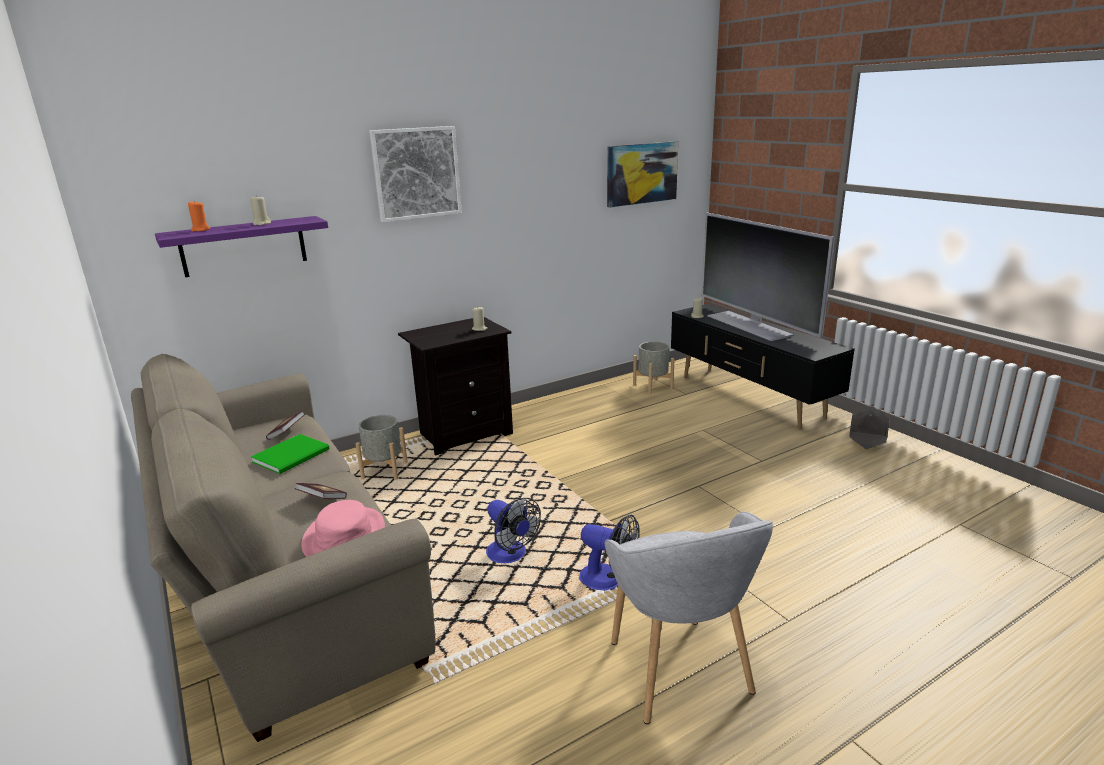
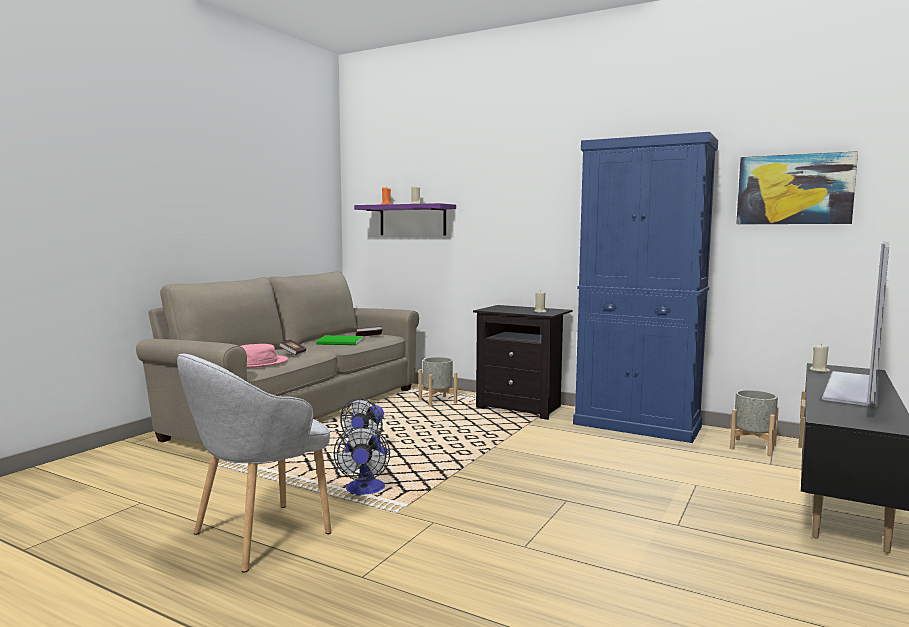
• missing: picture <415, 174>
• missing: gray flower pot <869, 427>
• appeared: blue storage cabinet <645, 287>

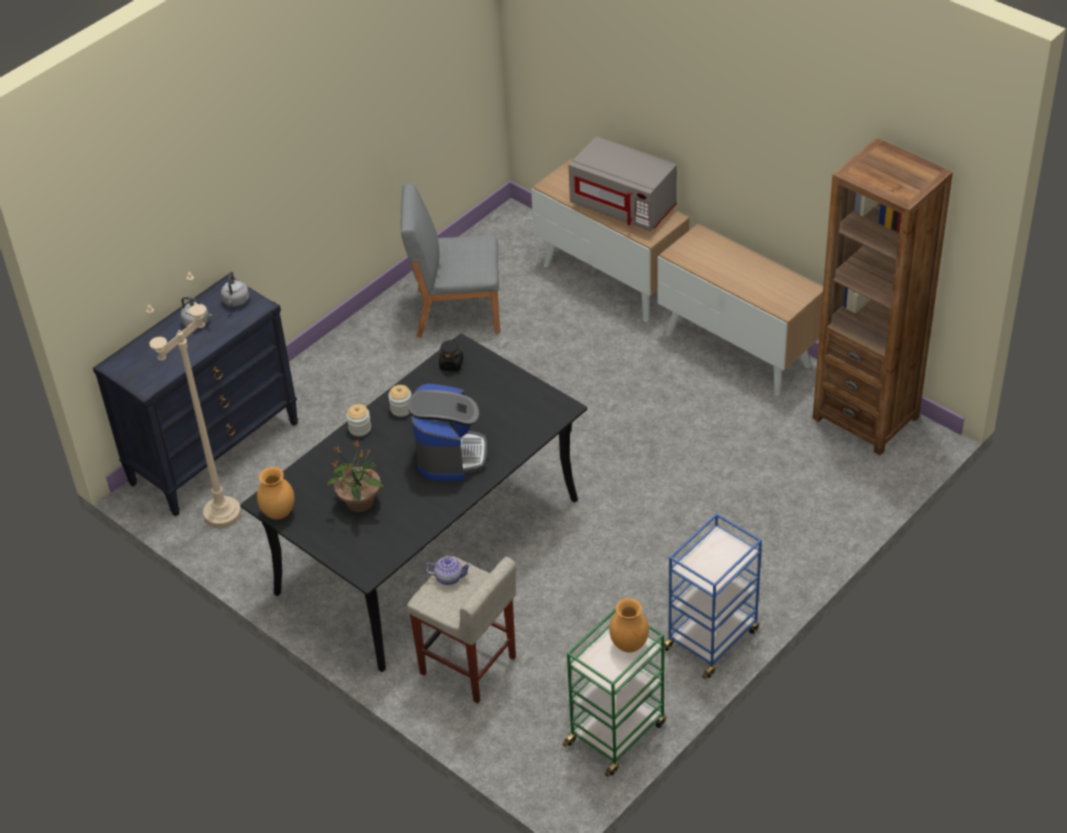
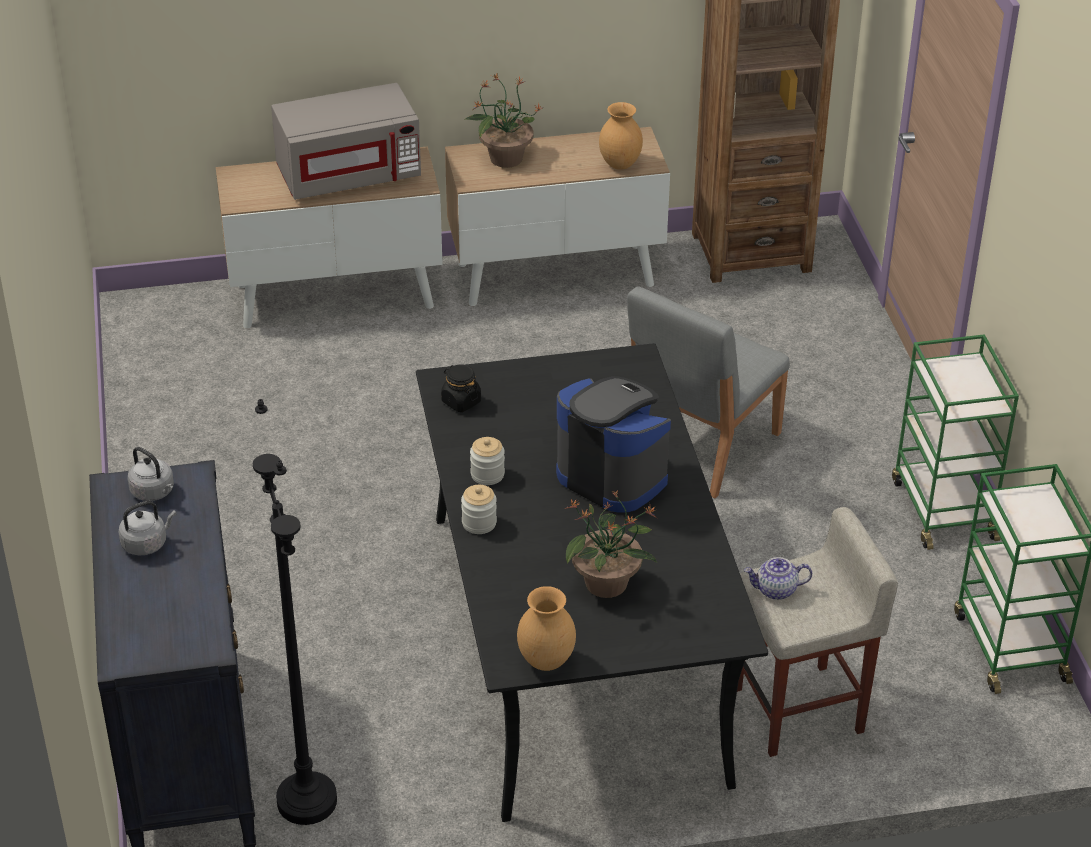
• appeared: houseplant <503, 121>
• relocated: gray plain chair <450, 261> to <708, 392>
• relocated: brownish decorative vase <629, 625> to <621, 136>
• colour: beige standing lamp <193, 400> to black-coloured standing lamp <295, 612>
• colour: blue trolley <713, 596> to greenish trolley <955, 442>
• spun: tea pot <448, 570> = <778, 578> 135 degrees counterclockwise

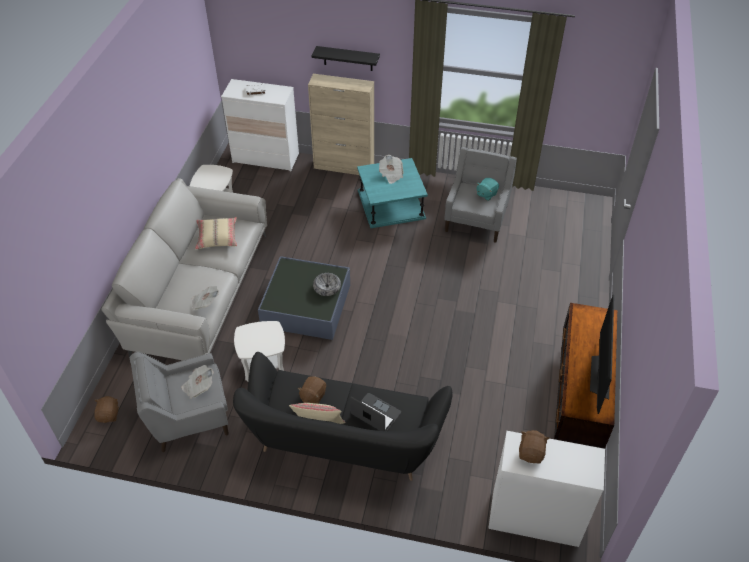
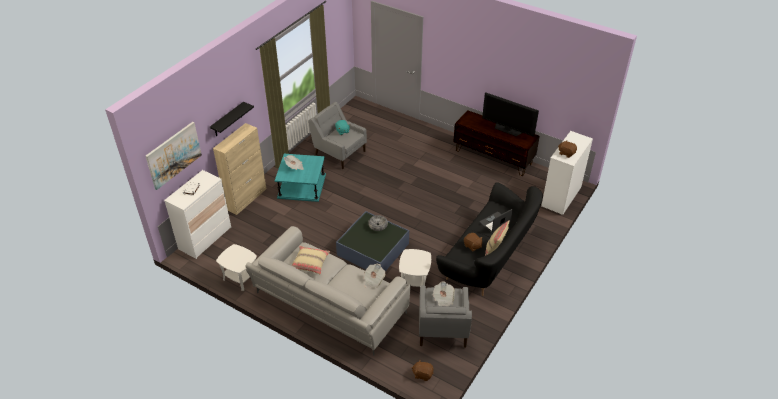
• appeared: picture <174, 156>

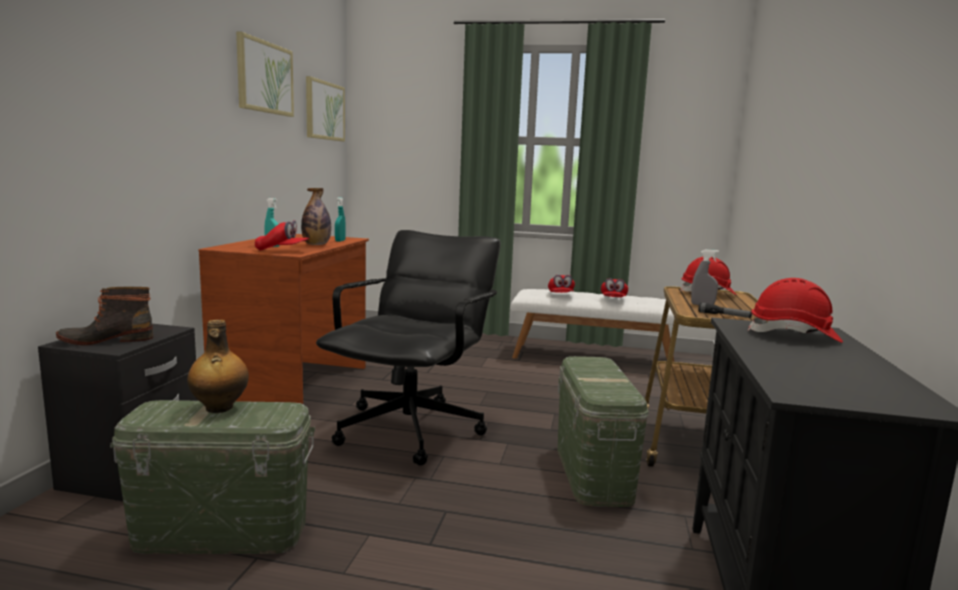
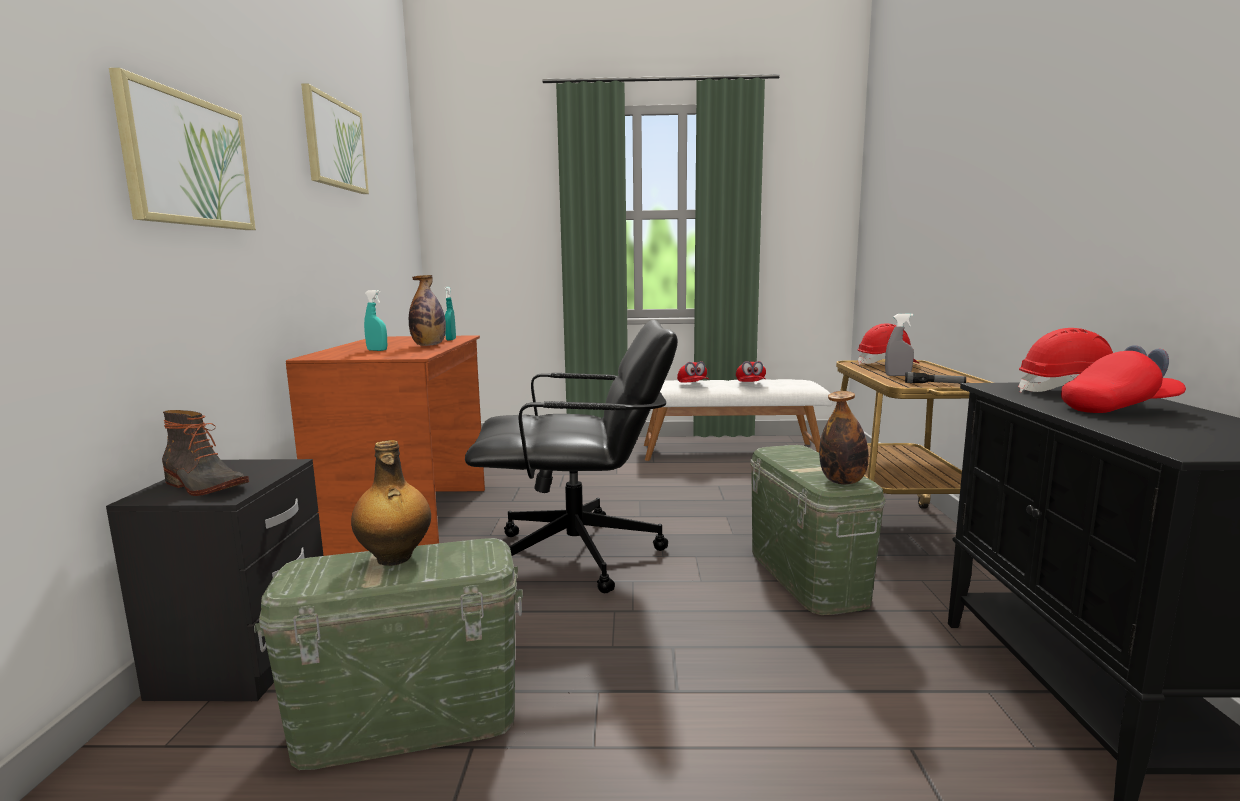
• appeared: bottle <844, 437>
• relocated: red-coloured baseball cap <282, 235> to <1123, 379>
• relocated: picture <325, 109> to <182, 149>
• spun: tall boot <104, 316> = <205, 453> 120 degrees counterclockwise
• spun: black-coloured desk chair <408, 348> = <571, 456> 75 degrees clockwise

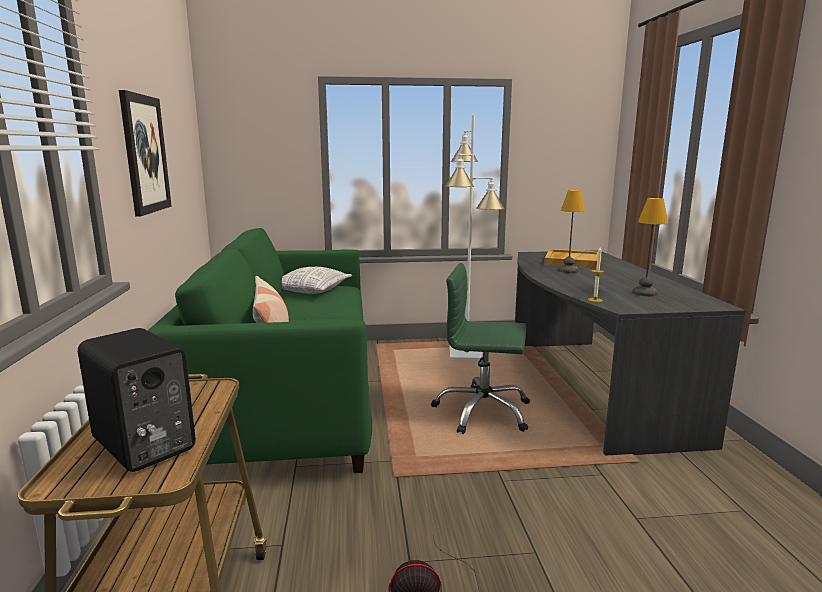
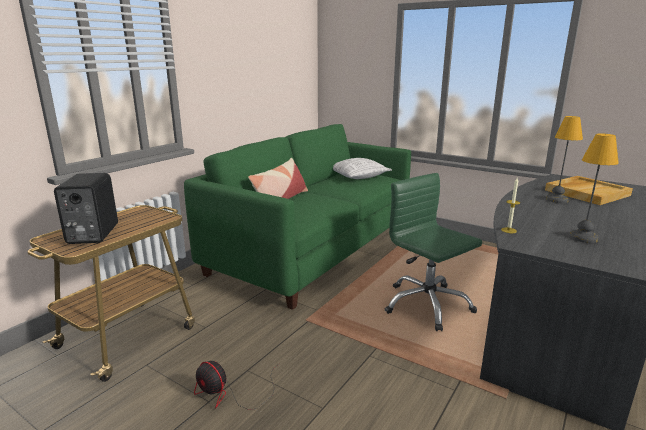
• missing: picture <145, 153>
• missing: white-coloured standing lamp <475, 238>

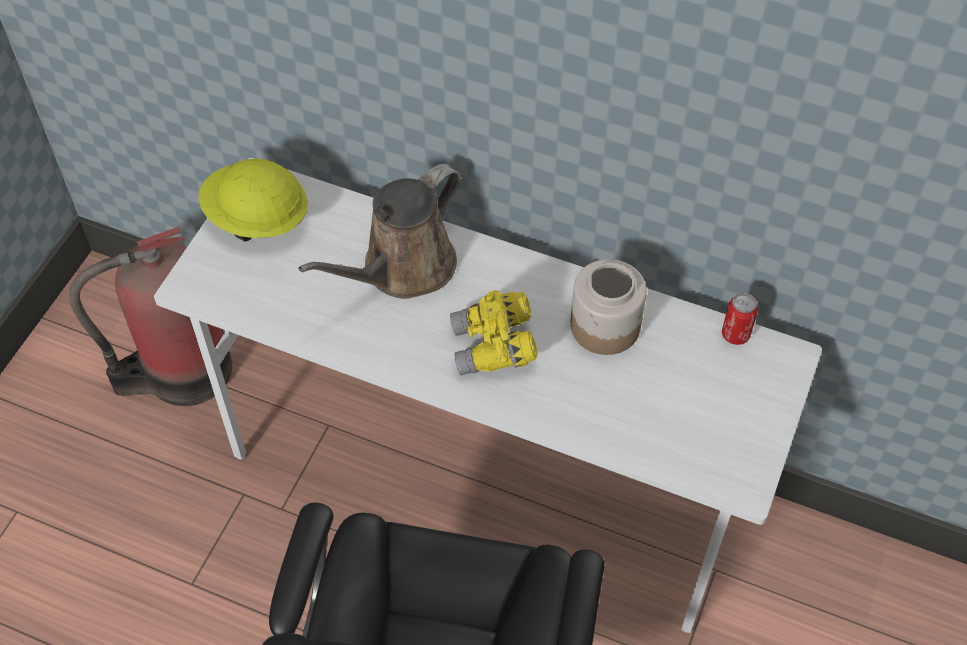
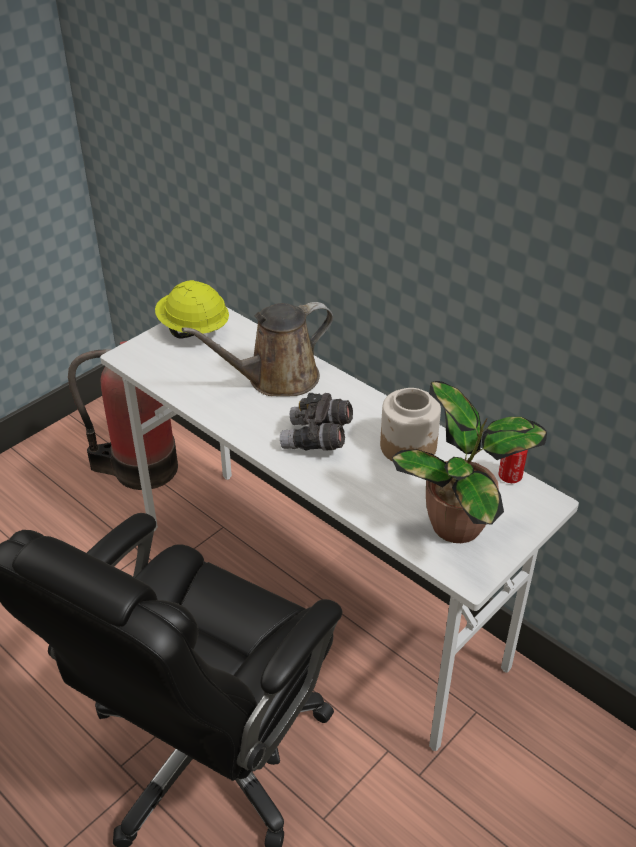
• appeared: houseplant <469, 462>
• colour: yellow-coloured pair of binoculars <494, 332> to gray pair of binoculars <316, 422>

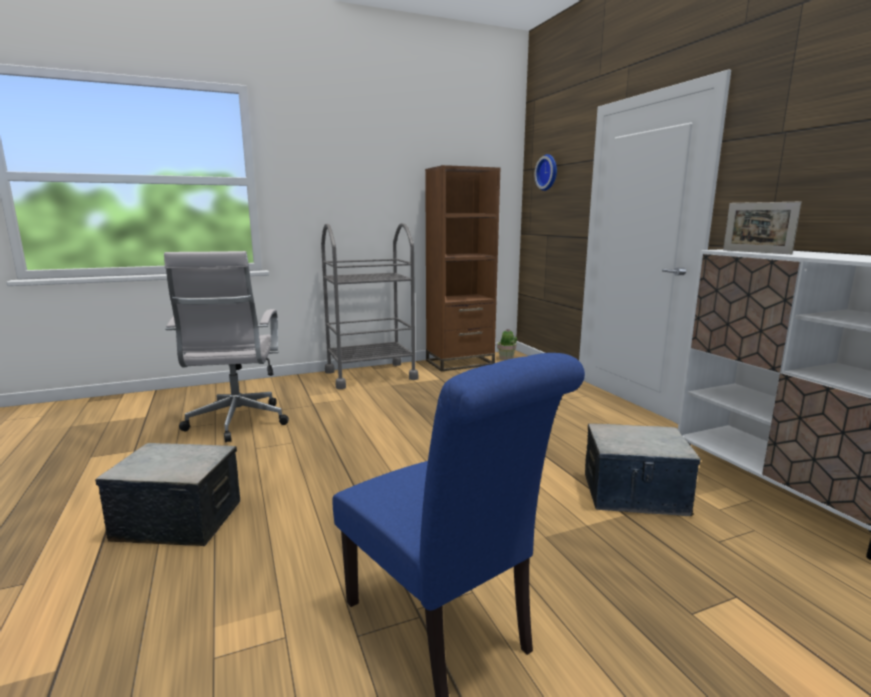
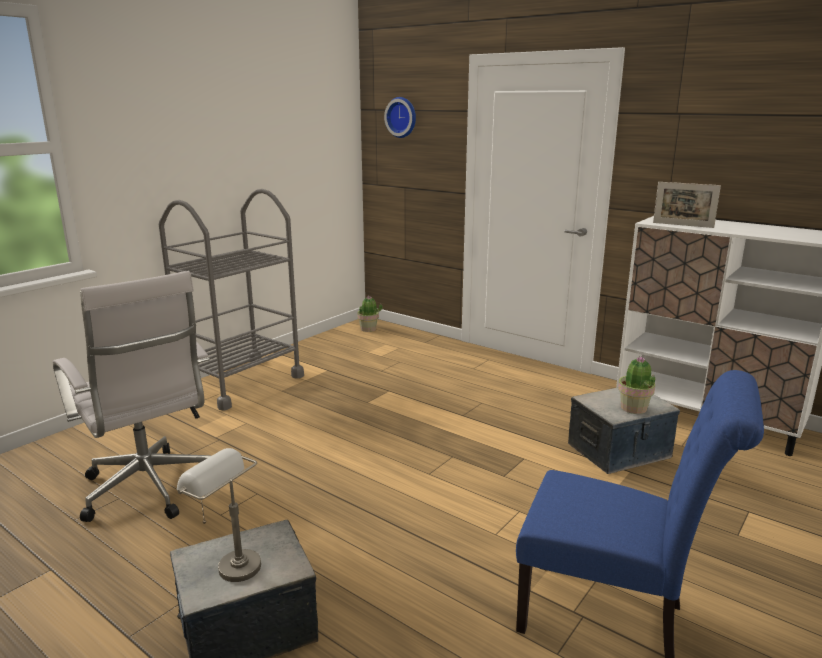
• missing: brownish bookcase <462, 268>
• appeared: gray table lamp <219, 515>
• appeared: houseplant <636, 385>

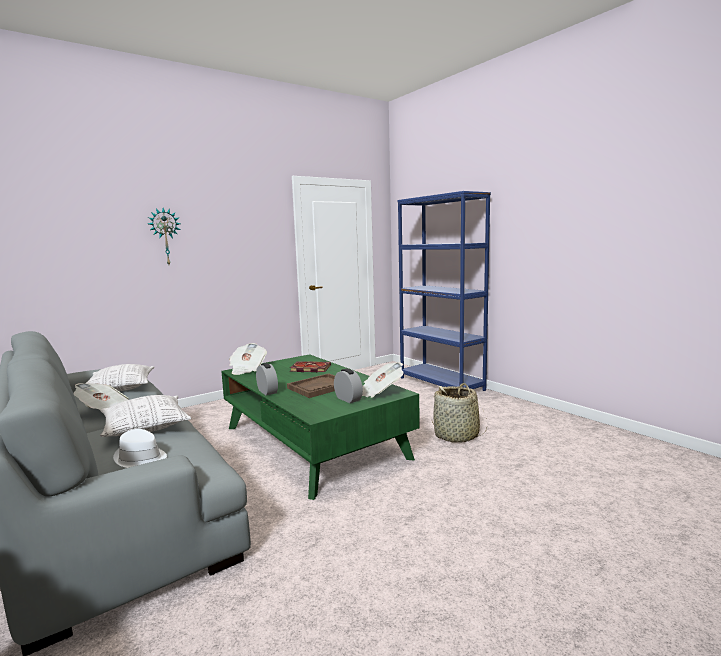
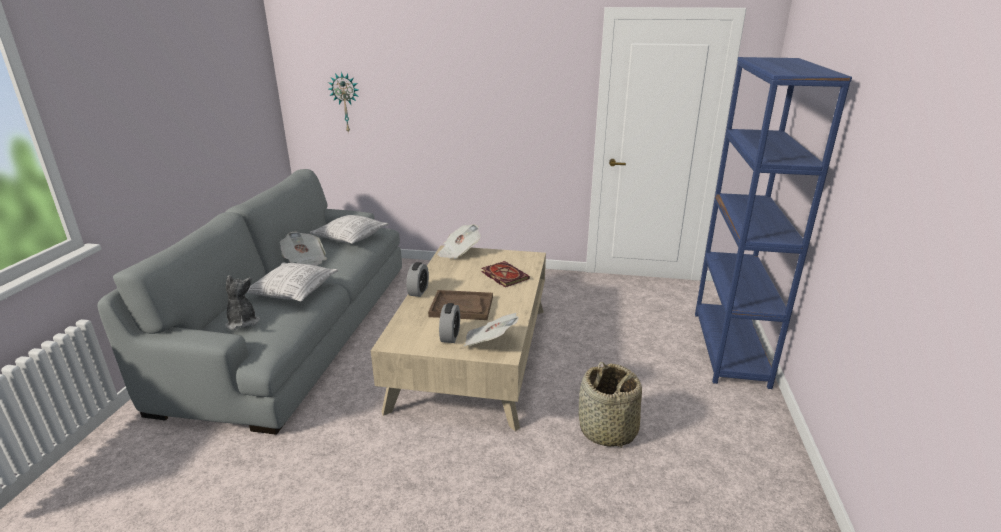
• relocated: hanging clock <164, 236> to <343, 103>
• exchanged: white-coloured clothing hat <140, 448> to cuddly toy <242, 302>
• colour: greenish coffee table <320, 427> to beige coffee table <458, 338>

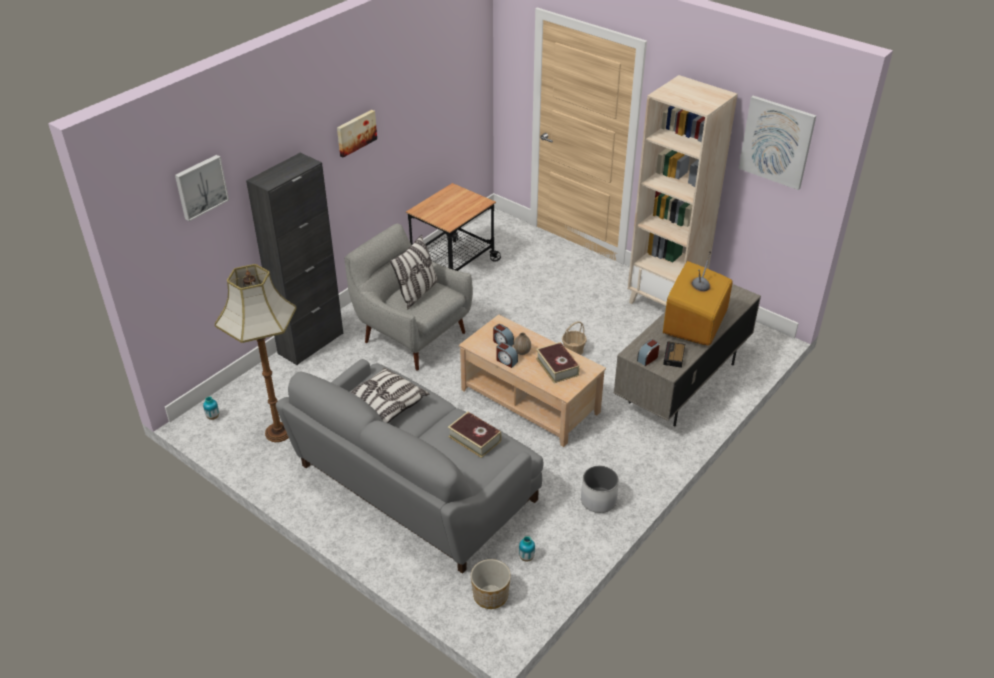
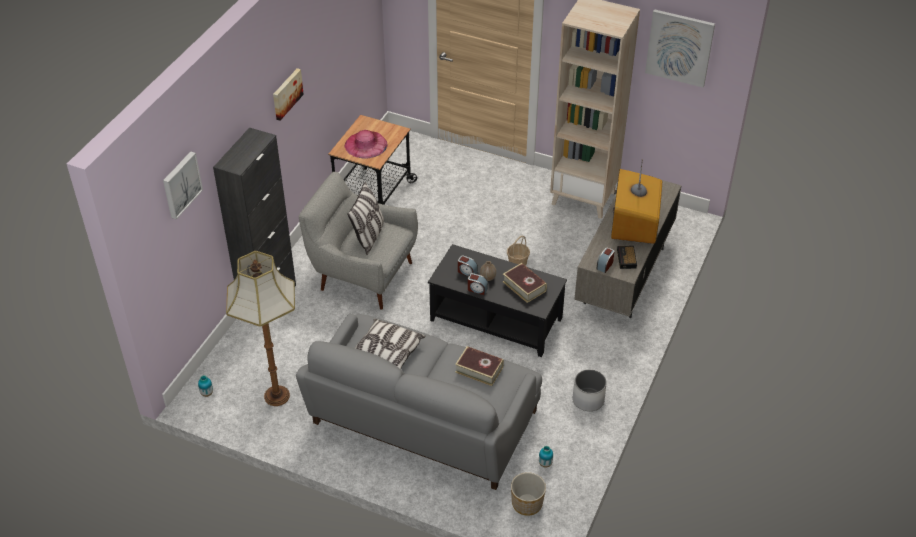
• appeared: pink-coloured clothing hat <366, 144>
• colour: beige coffee table <532, 380> to black-coloured coffee table <497, 300>

